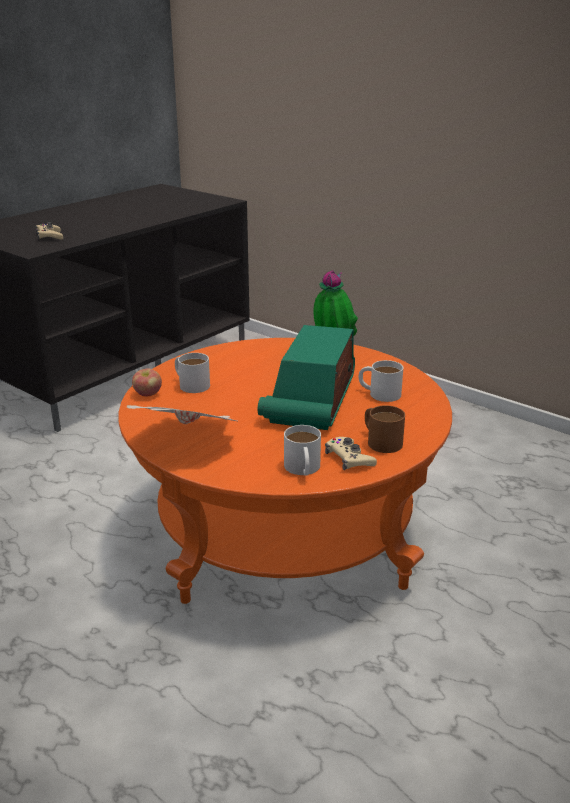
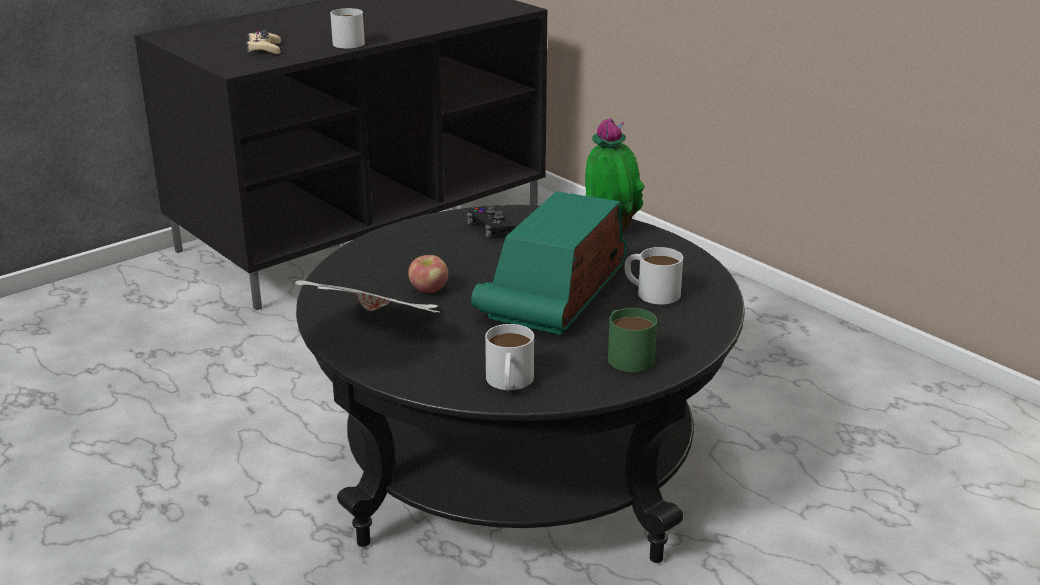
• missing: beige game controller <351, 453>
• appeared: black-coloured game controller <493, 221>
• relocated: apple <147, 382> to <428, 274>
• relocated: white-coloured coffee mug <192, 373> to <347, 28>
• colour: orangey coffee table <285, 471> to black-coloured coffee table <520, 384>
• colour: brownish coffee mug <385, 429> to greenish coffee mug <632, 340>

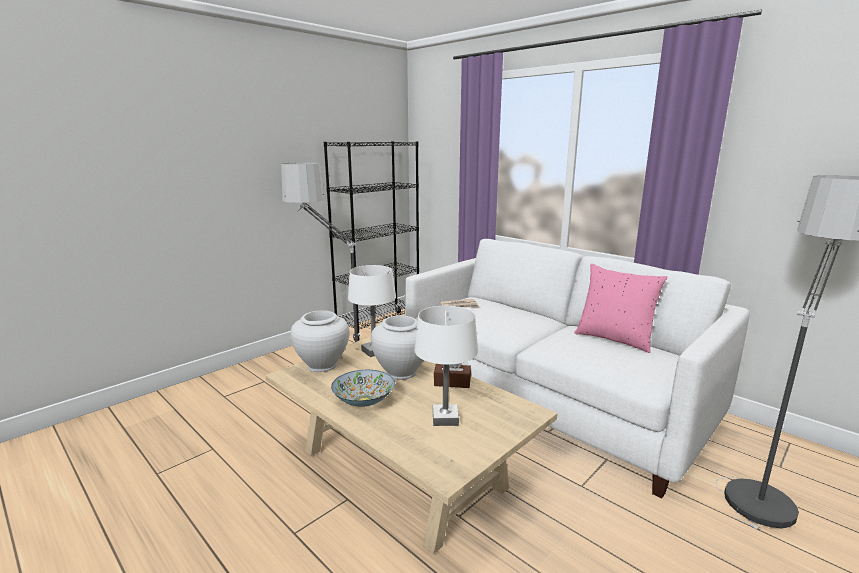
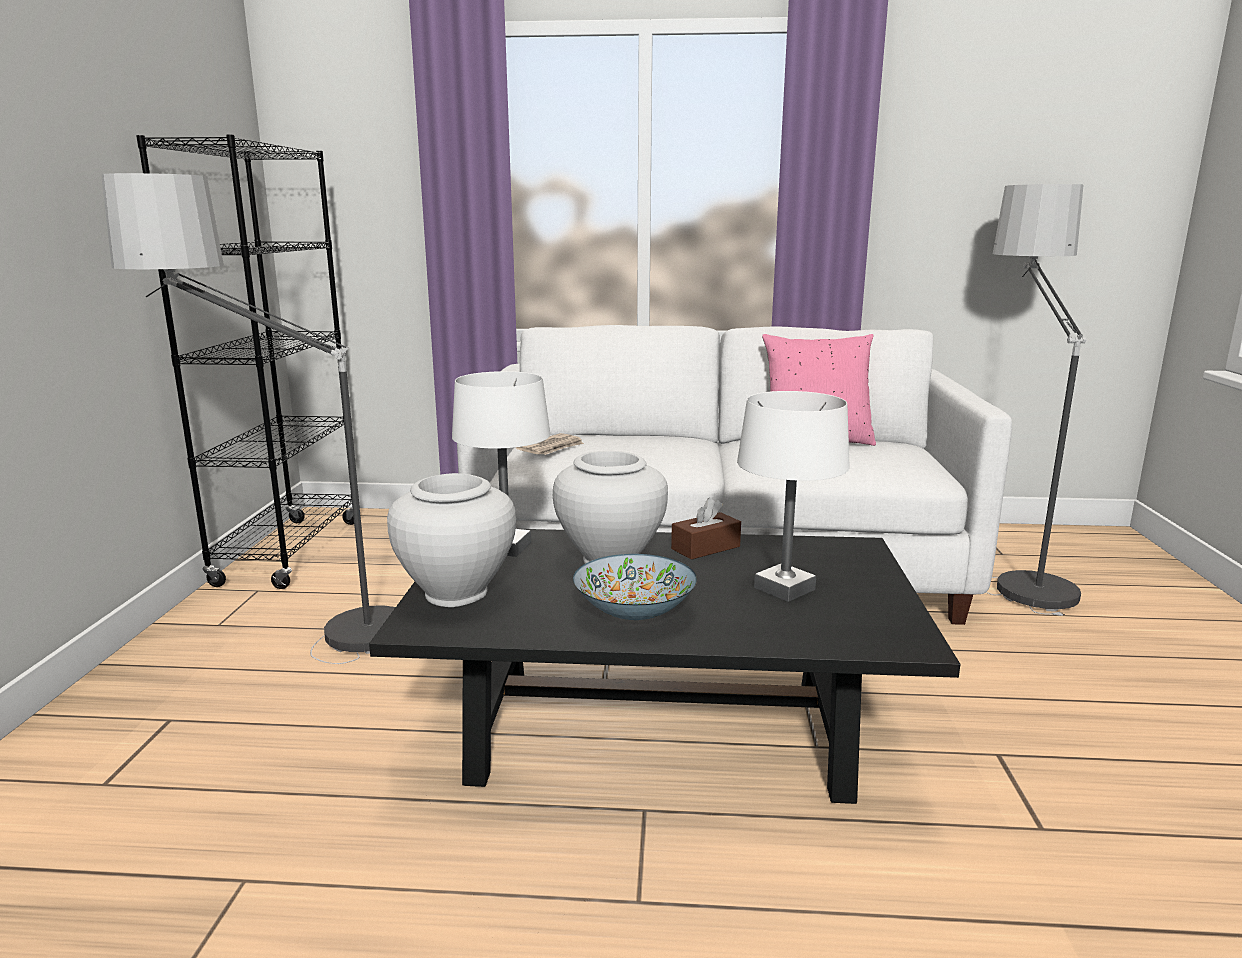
• colour: beige coffee table <411, 445> to black-coloured coffee table <664, 666>

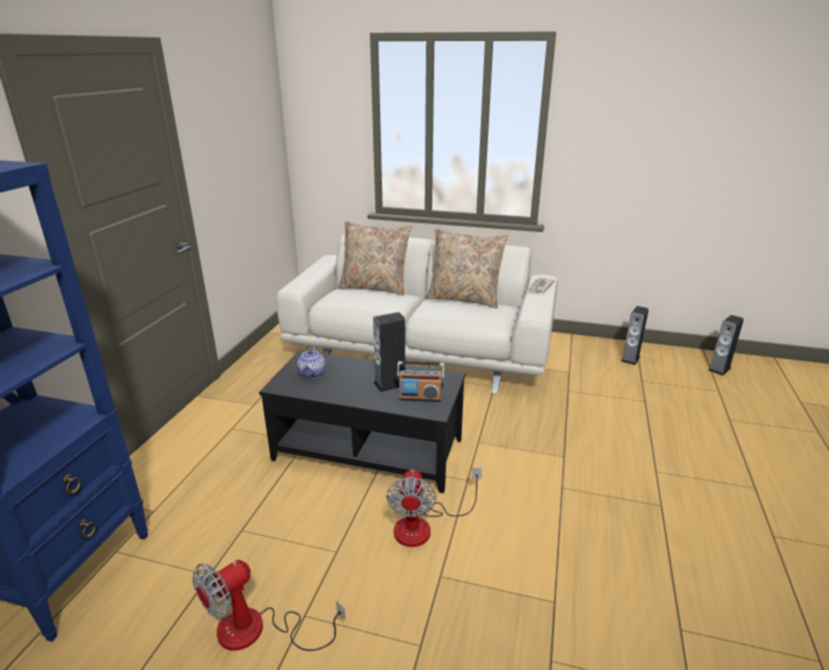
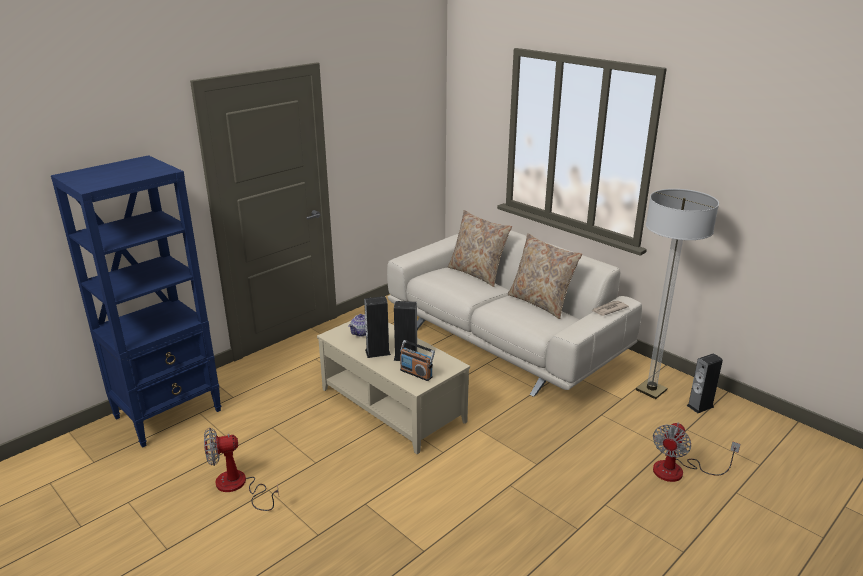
• appeared: standing lamp <677, 294>
• relocated: fan <434, 507> to <696, 452>
• relocated: speaker <726, 345> to <377, 327>
• colour: black-coloured coffee table <362, 421> to beige coffee table <393, 387>

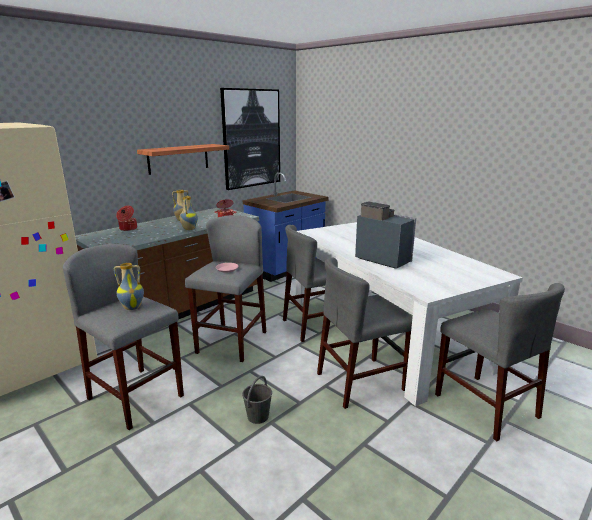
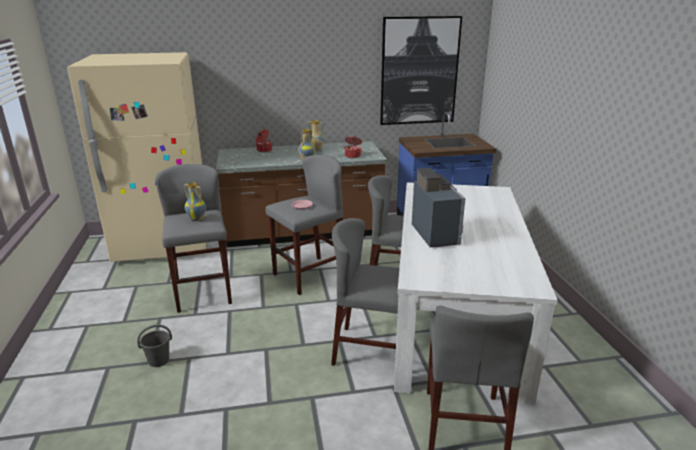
• missing: shelf <183, 159>
• relocated: gray bucket <257, 400> to <154, 346>

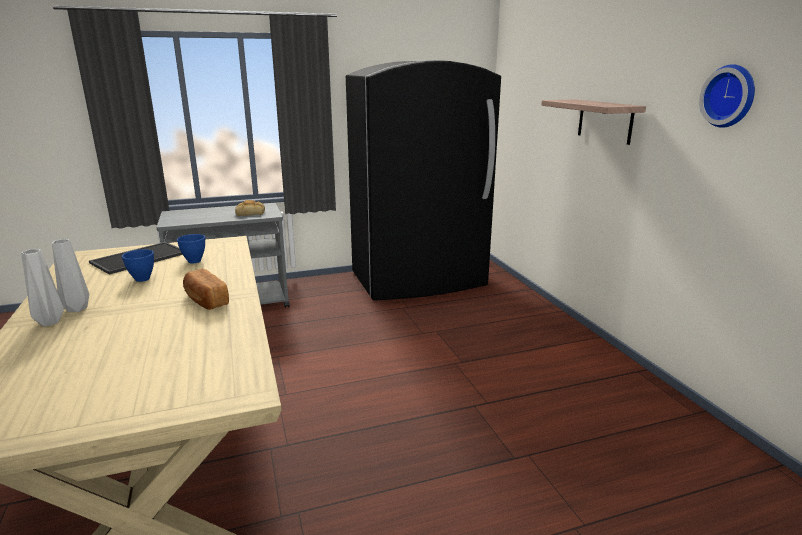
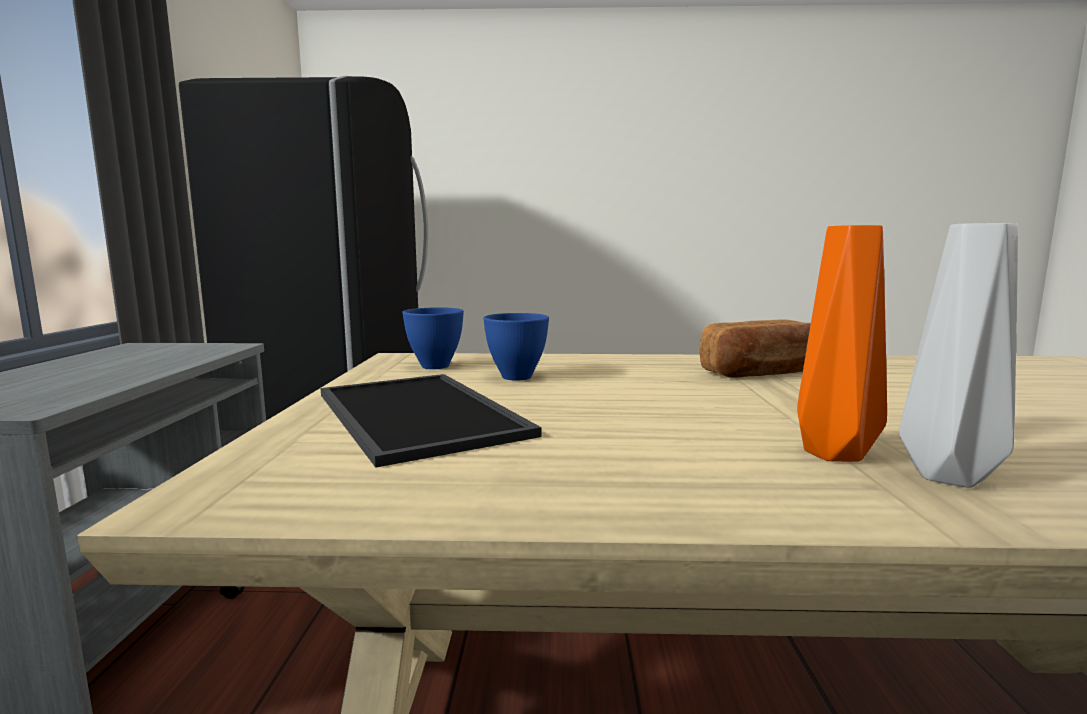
• missing: bread <250, 208>
• missing: shelf <593, 122>
• missing: hanging clock <727, 96>
• relocated: blue deep dish <138, 265> to <433, 338>
• colour: gray decorative vase <70, 275> to orangey decorative vase <842, 343>

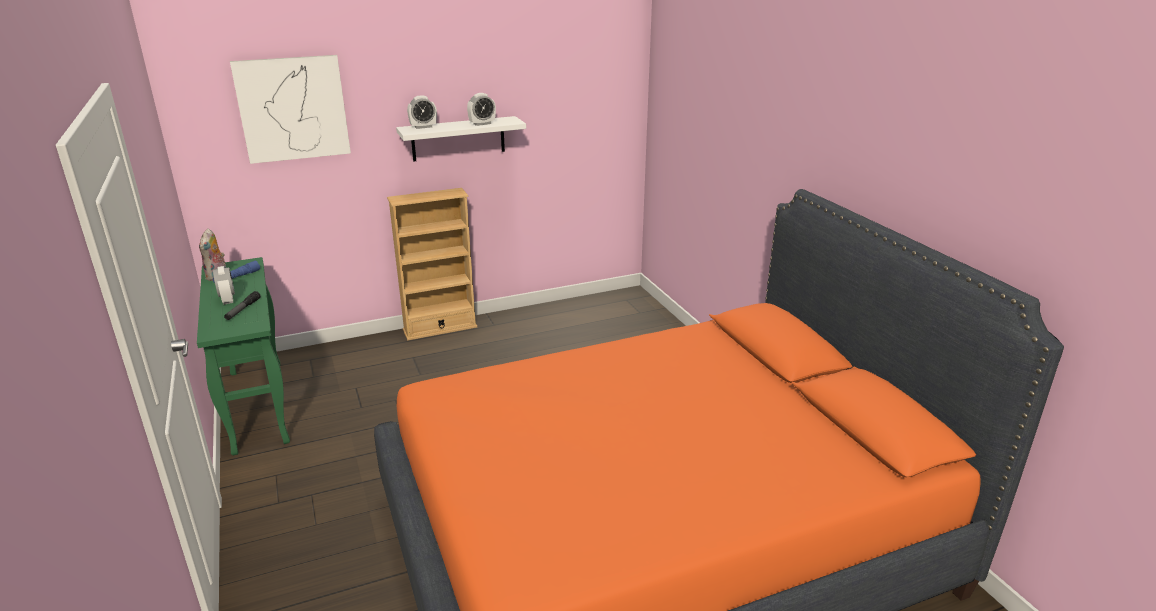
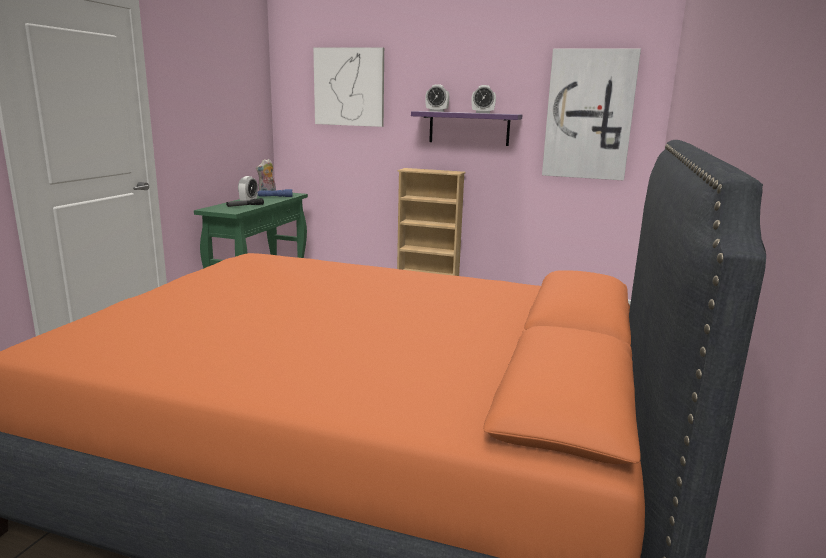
• appeared: picture <591, 114>
• colour: white-coloured shelf <461, 139> to purplish shelf <466, 128>

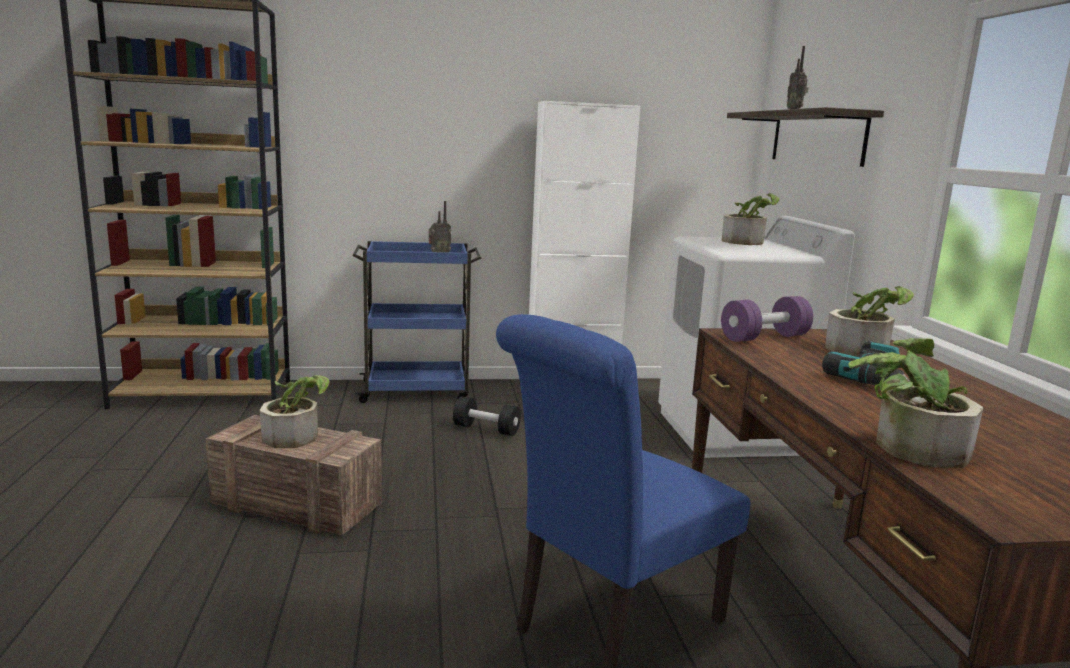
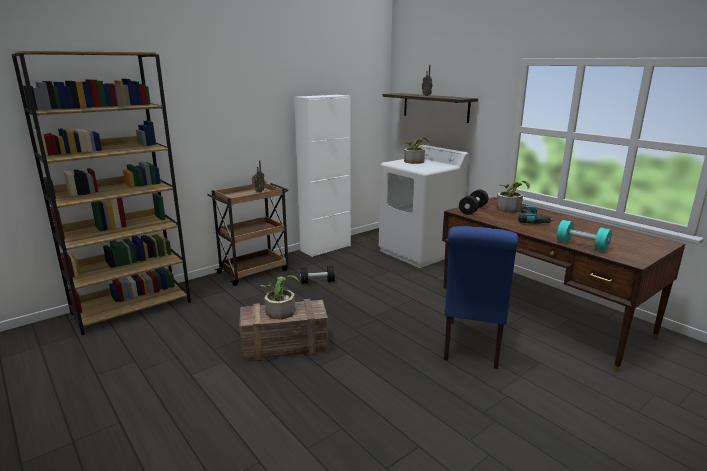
• exchanged: houseplant <915, 403> to turquoise-coloured free weight <584, 235>
• colour: blue trolley <416, 322> to brownish trolley <247, 234>
• colour: purplish free weight <767, 319> to black-coloured free weight <473, 202>

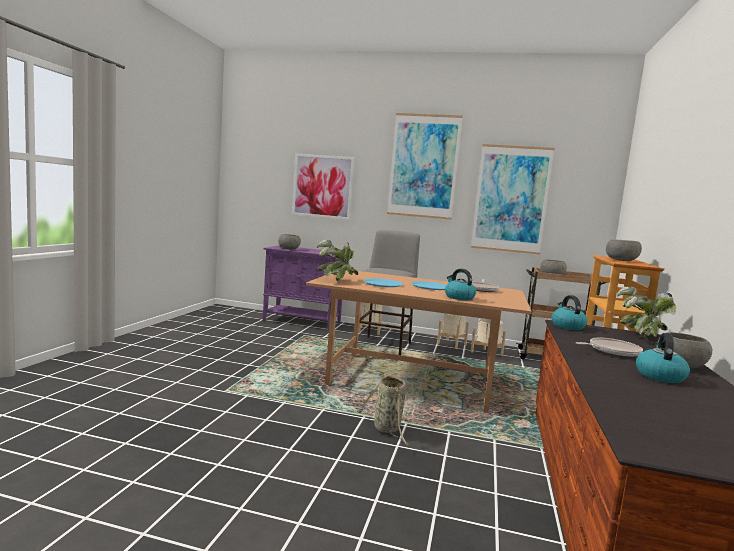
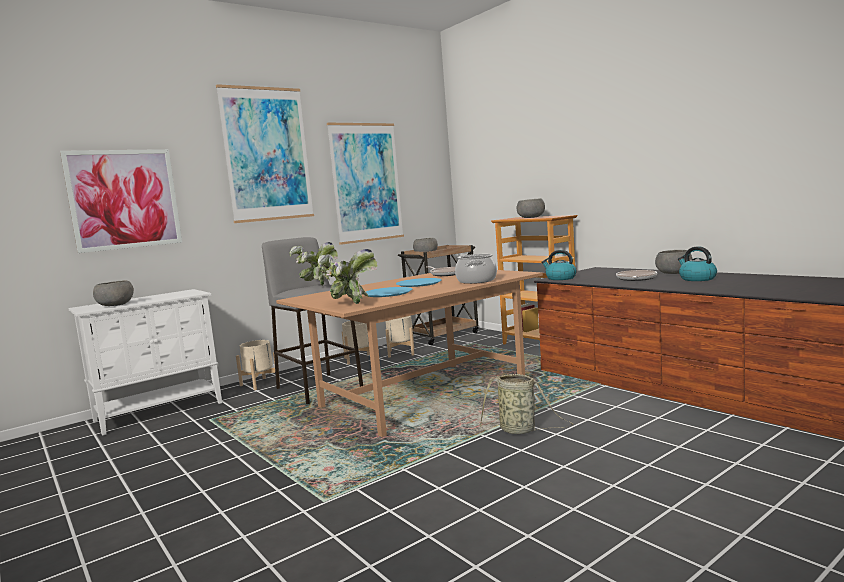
• relocated: houseplant <646, 313> to <314, 264>
• exchanged: kettle <460, 284> to saucepot <476, 269>
• colour: purplish storage cabinet <303, 288> to white-coloured storage cabinet <145, 362>

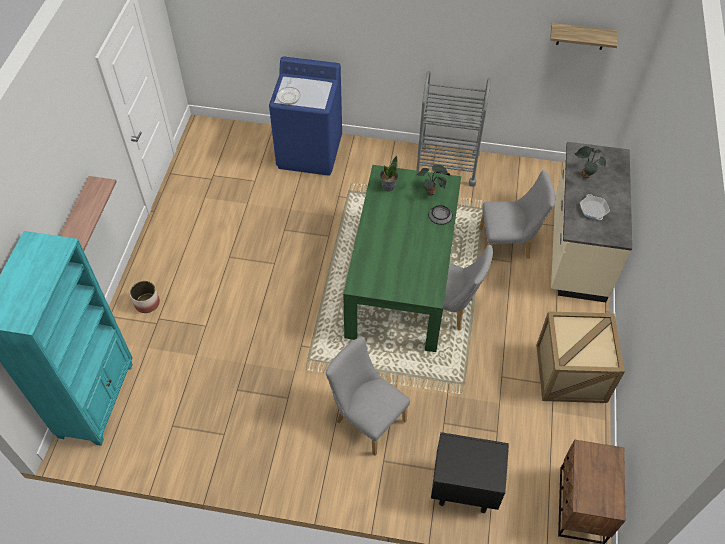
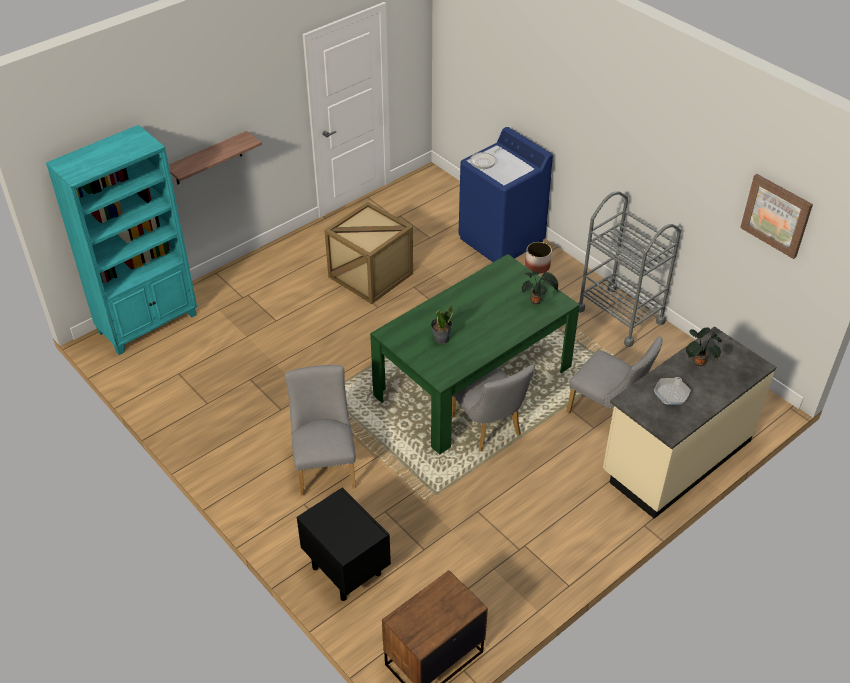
• missing: deep dish <441, 215>
• relocated: flower pot <145, 297> to <538, 257>
• relocated: houseplant <389, 174> to <442, 324>
• relocated: packing crate <580, 357> to <369, 253>
• exchanged: shelf <583, 36> to picture <776, 216>

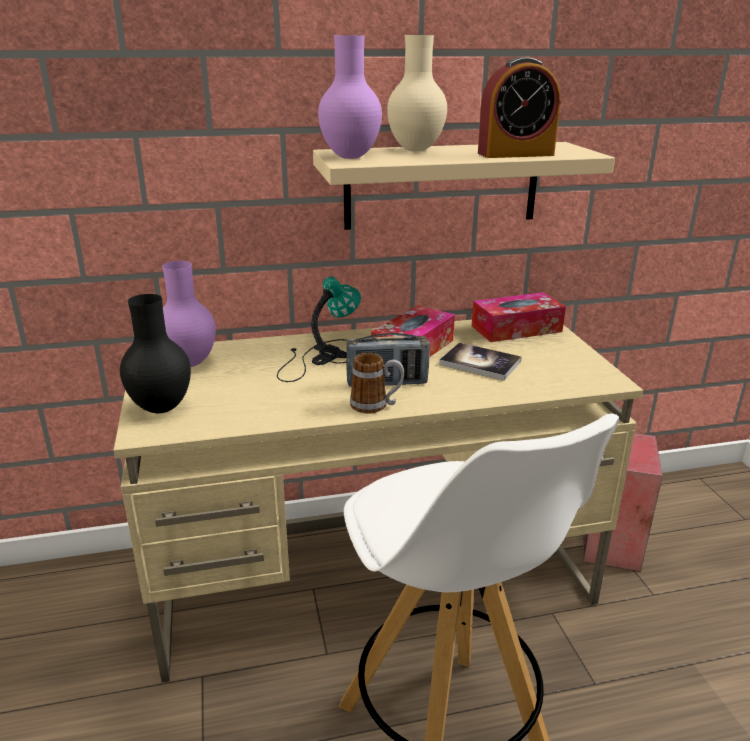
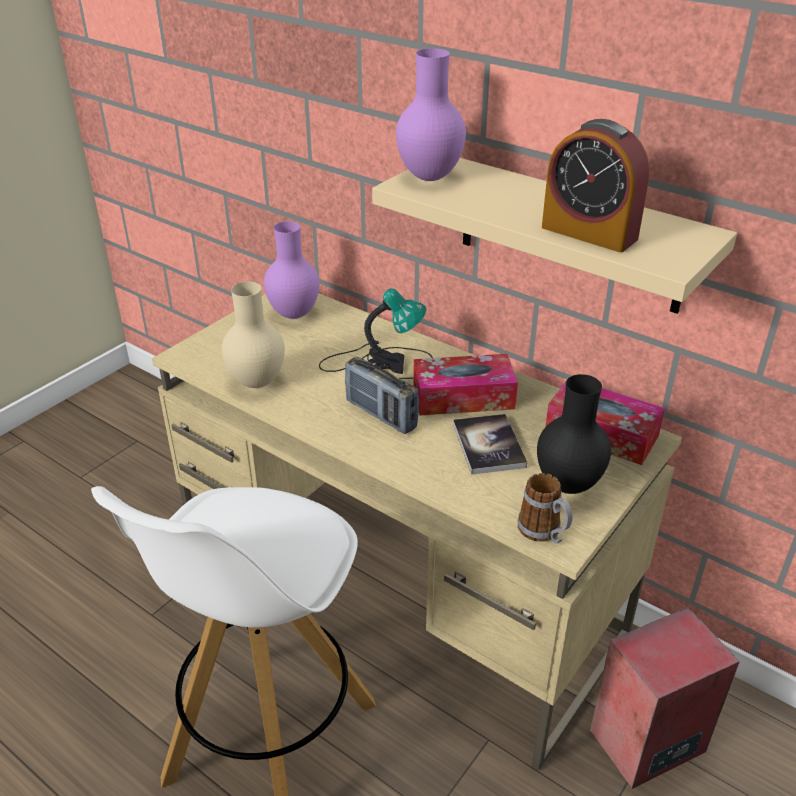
• relocated: black-coloured decorative vase <155, 353> to <574, 434>
• relocated: coffee mug <377, 383> to <545, 508>
• relocated: beige decorative vase <417, 93> to <253, 335>

